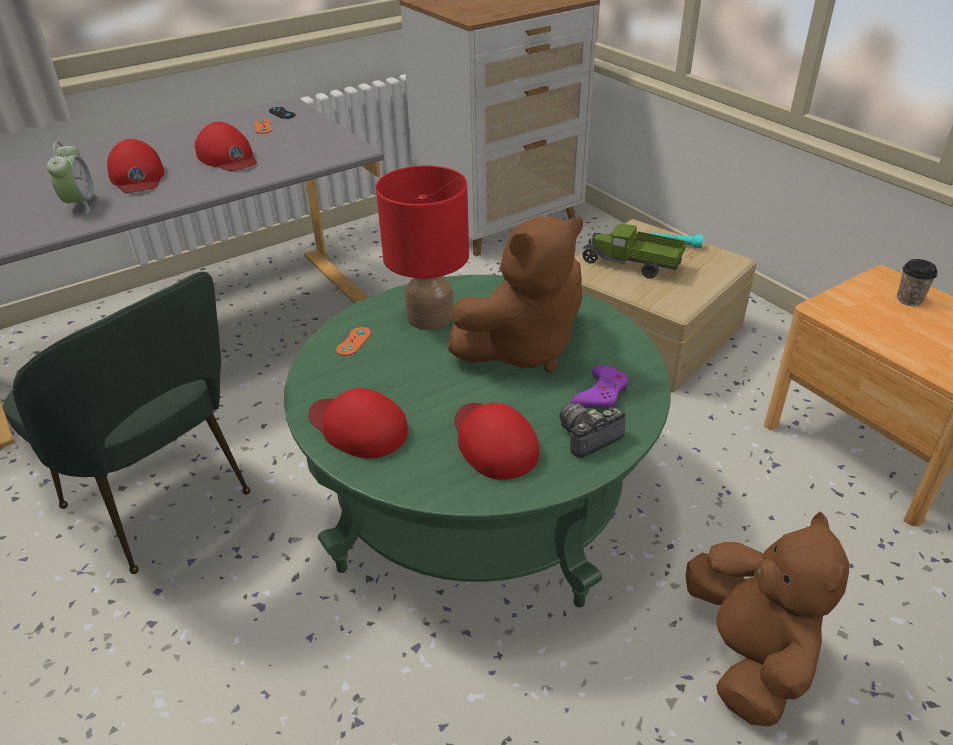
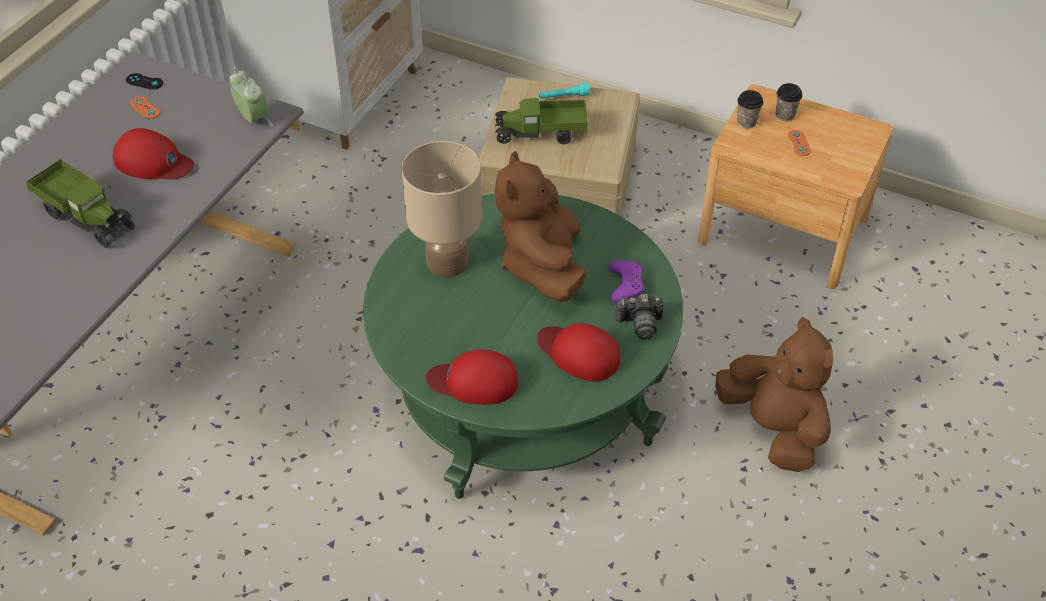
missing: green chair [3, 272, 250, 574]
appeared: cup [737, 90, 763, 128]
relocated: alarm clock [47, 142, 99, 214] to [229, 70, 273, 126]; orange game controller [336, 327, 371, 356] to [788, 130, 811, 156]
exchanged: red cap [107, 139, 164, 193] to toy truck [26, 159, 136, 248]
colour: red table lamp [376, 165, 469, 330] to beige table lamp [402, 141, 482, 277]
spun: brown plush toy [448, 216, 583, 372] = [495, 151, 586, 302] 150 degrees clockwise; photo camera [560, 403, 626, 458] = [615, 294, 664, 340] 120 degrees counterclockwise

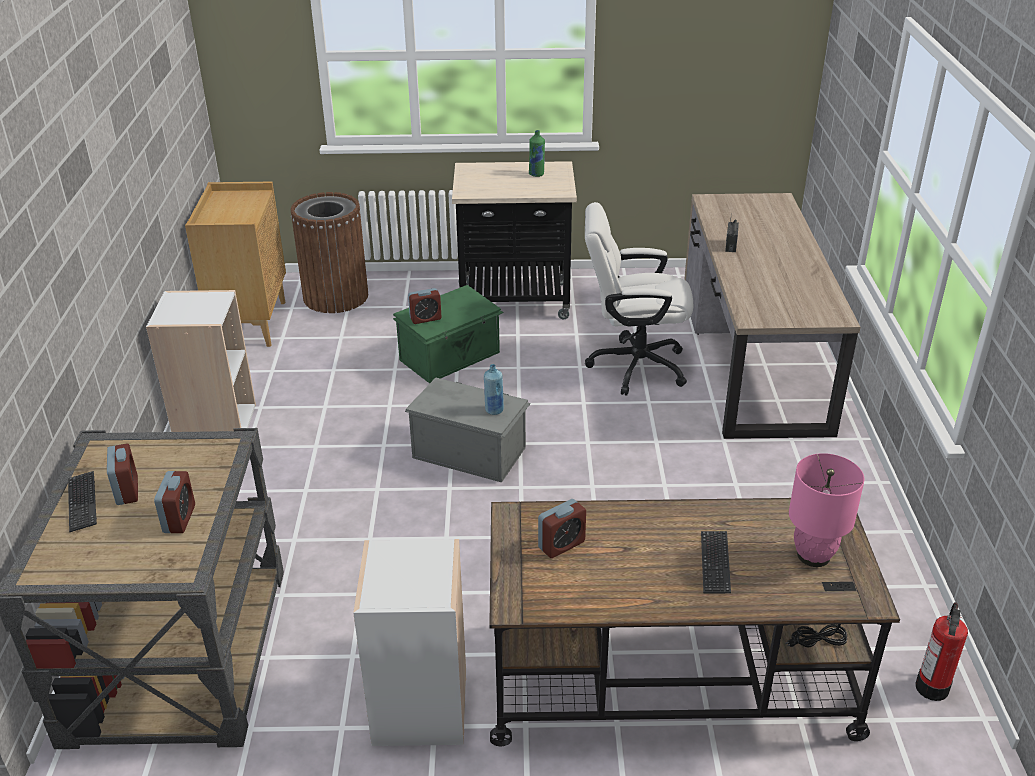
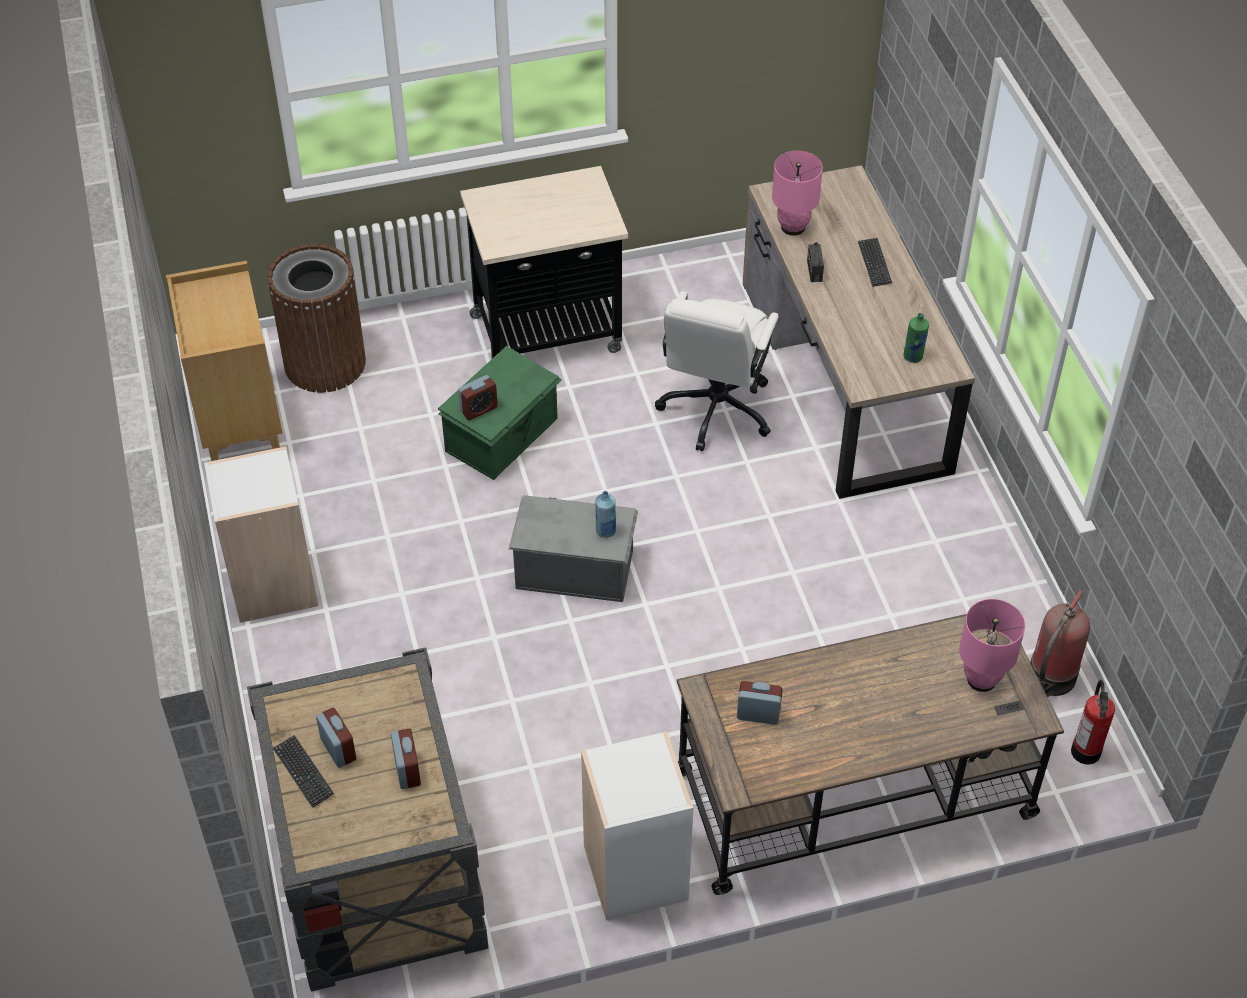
appeared: pink table lamp [772, 151, 823, 235]; fire extinguisher [1030, 590, 1090, 697]
relocated: green bottle [529, 130, 545, 177] to [904, 313, 929, 363]; keyboard [701, 531, 731, 593] to [858, 238, 892, 287]
spun: alarm clock [538, 499, 586, 558] = [737, 681, 783, 725] 120 degrees counterclockwise; white office chair [585, 202, 693, 396] = [655, 291, 779, 452] 60 degrees counterclockwise

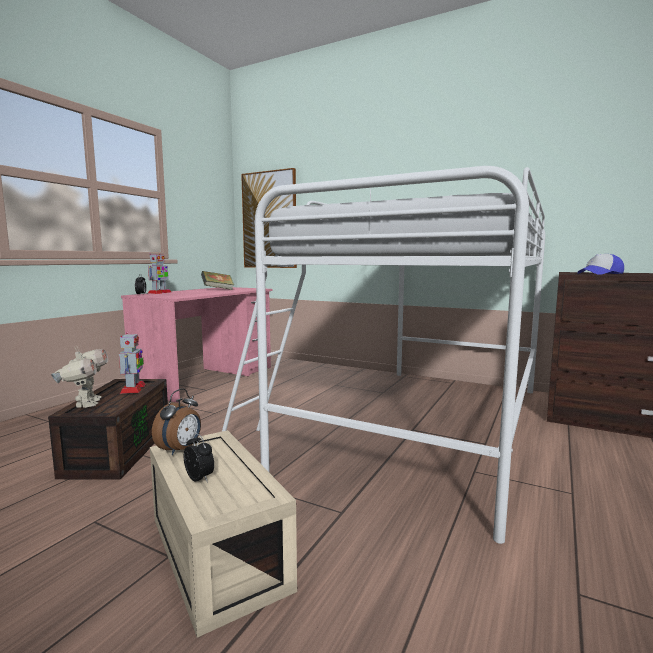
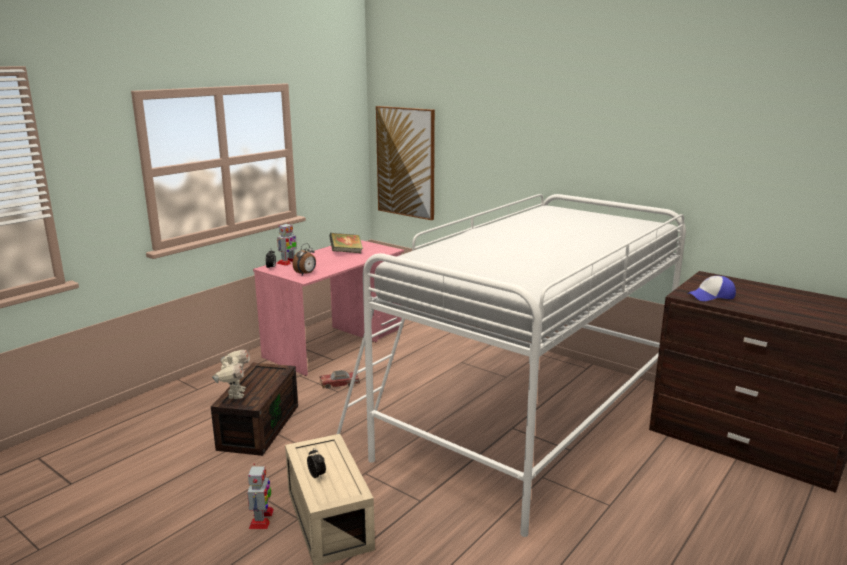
appeared: toy car [319, 370, 360, 389]
relocated: toy robot [119, 333, 146, 394] to [247, 463, 274, 529]; alarm clock [152, 389, 201, 455] to [292, 243, 316, 276]

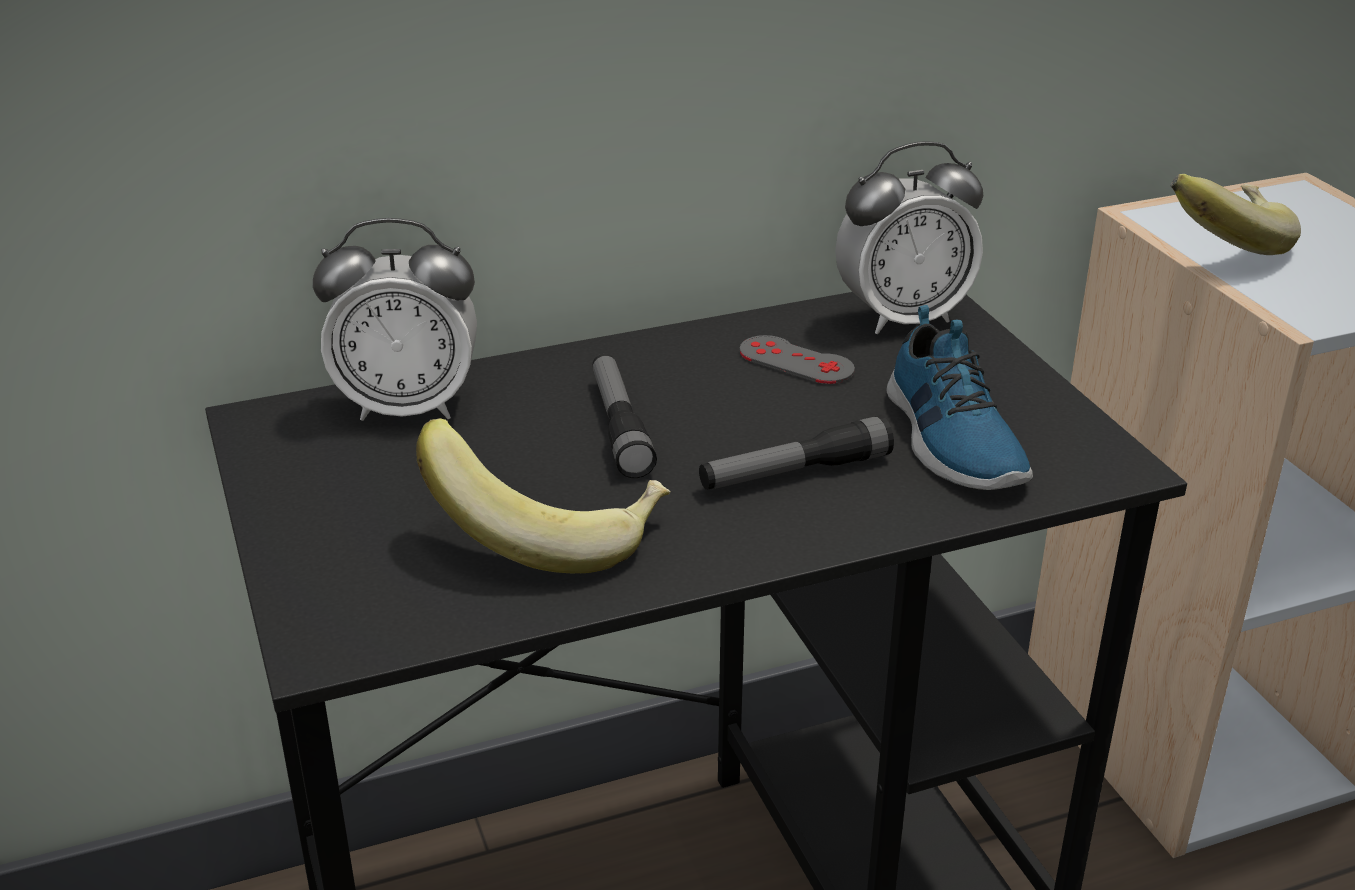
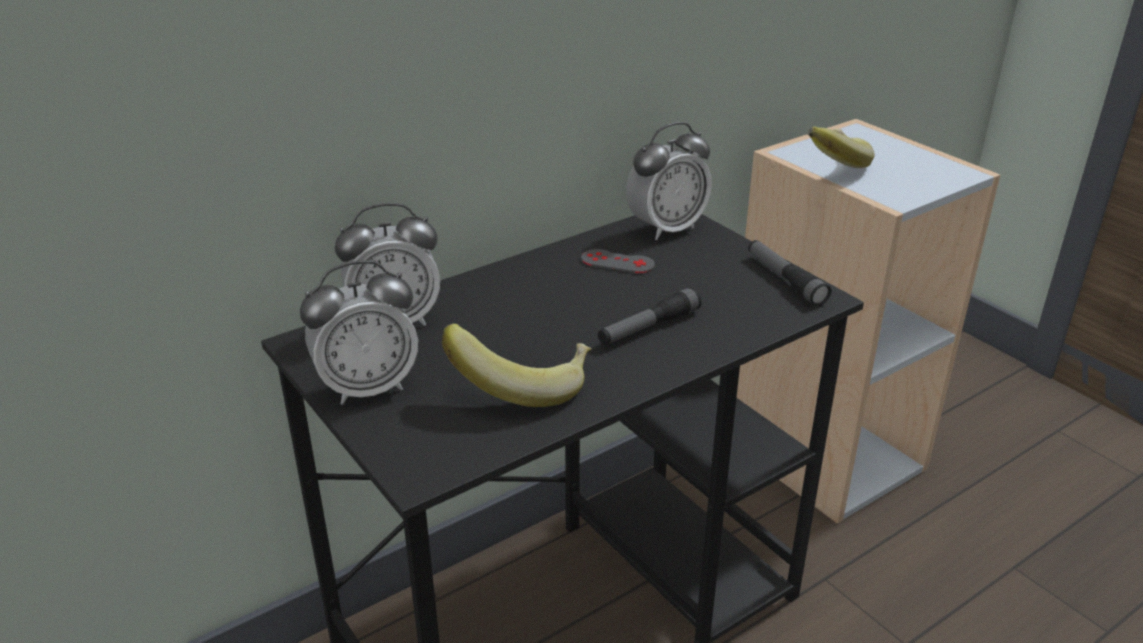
missing: shoe [887, 305, 1033, 490]
appeared: alarm clock [300, 260, 418, 405]
relocated: flashlight [593, 354, 657, 478] to [748, 240, 831, 306]

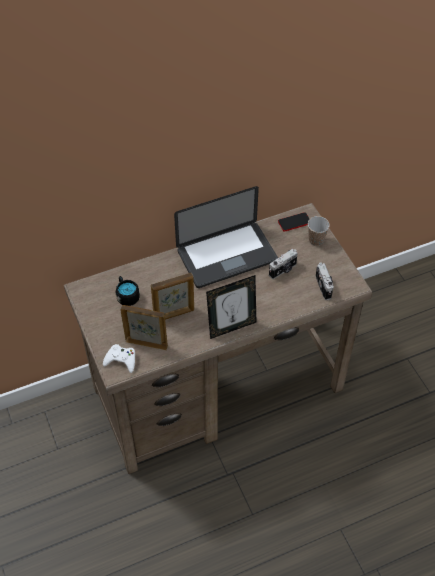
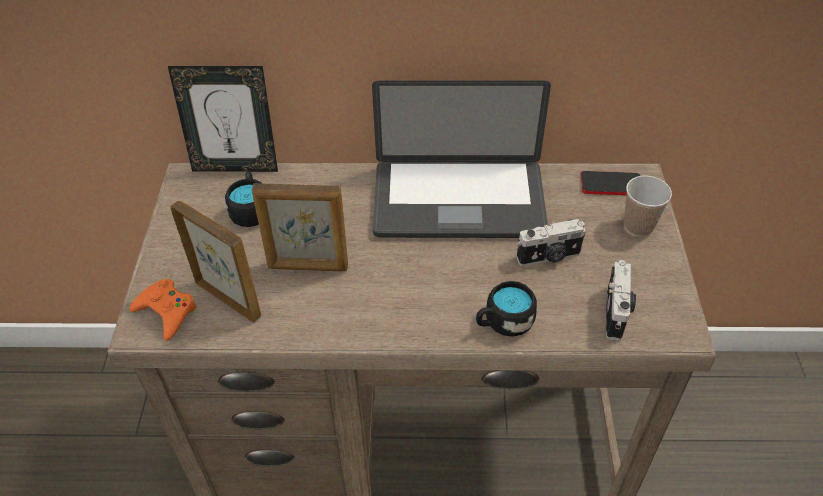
appeared: black mug [476, 281, 537, 337]
relocated: picture frame [206, 275, 257, 339] to [168, 66, 278, 172]
colour: white game controller [103, 344, 135, 373] to orange game controller [130, 279, 197, 341]

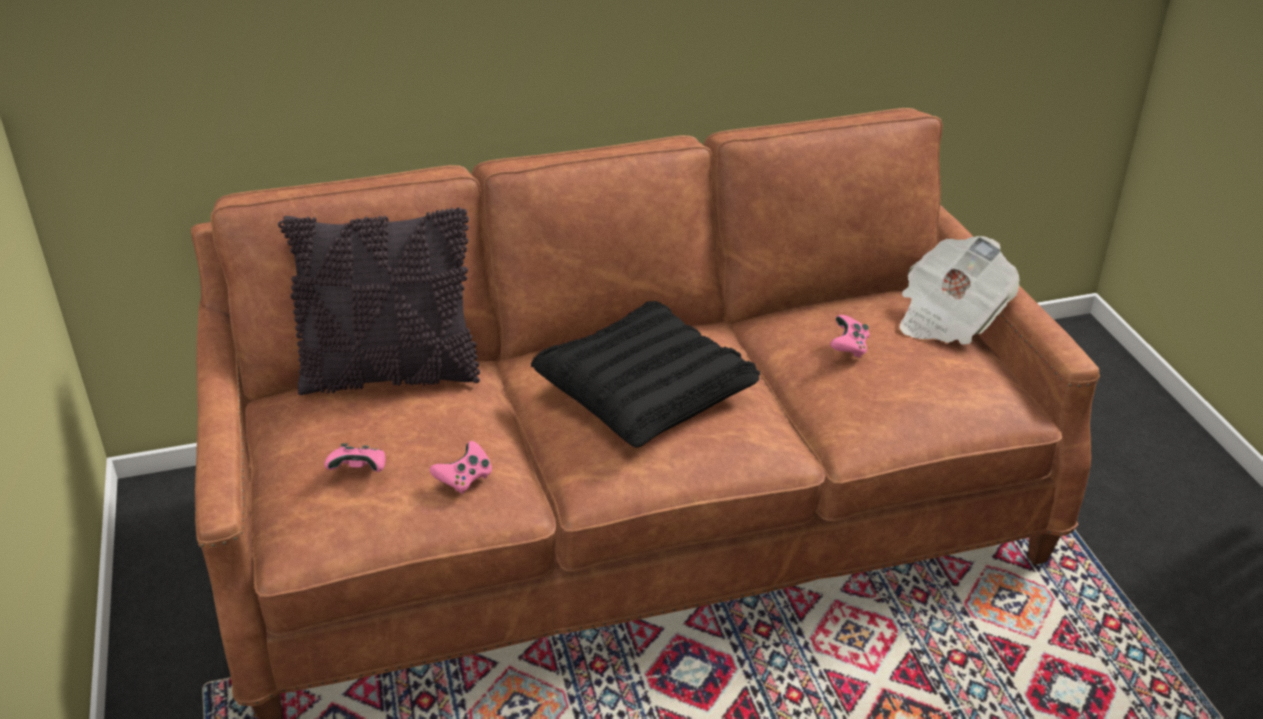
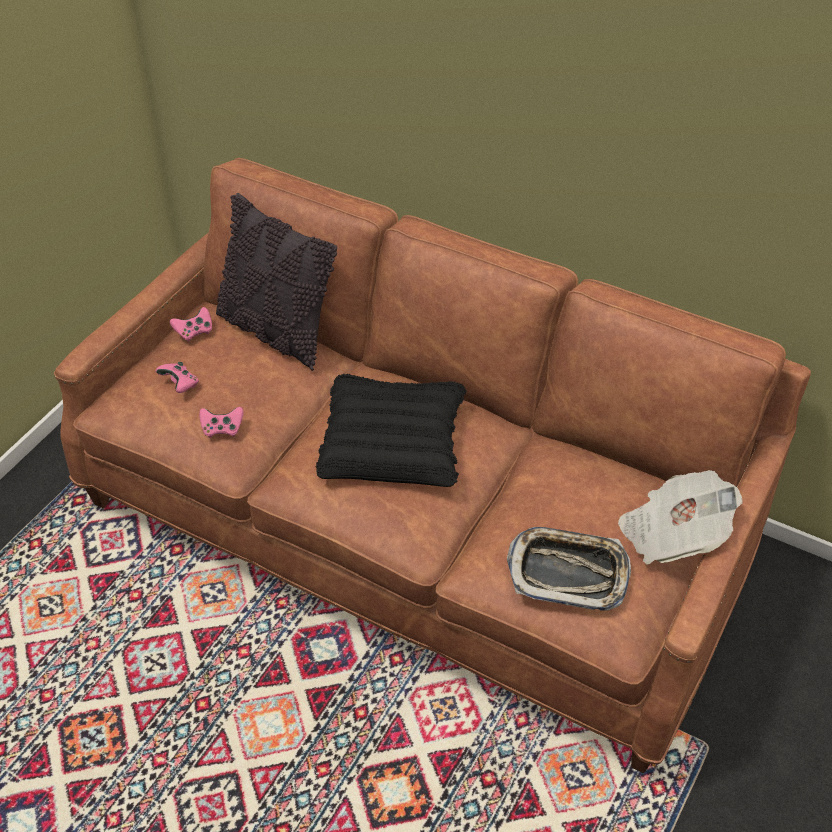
appeared: tray [507, 527, 631, 611]
relocated: pink game controller [830, 315, 870, 358] to [170, 307, 212, 342]

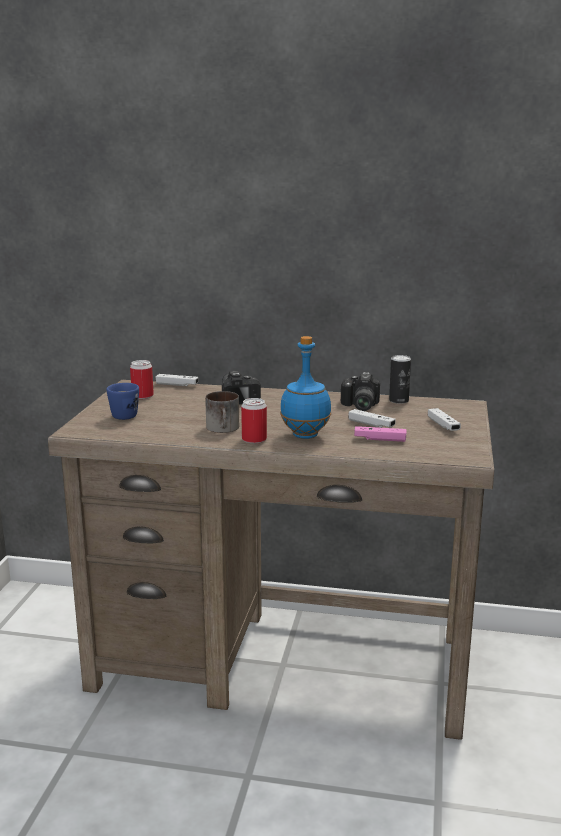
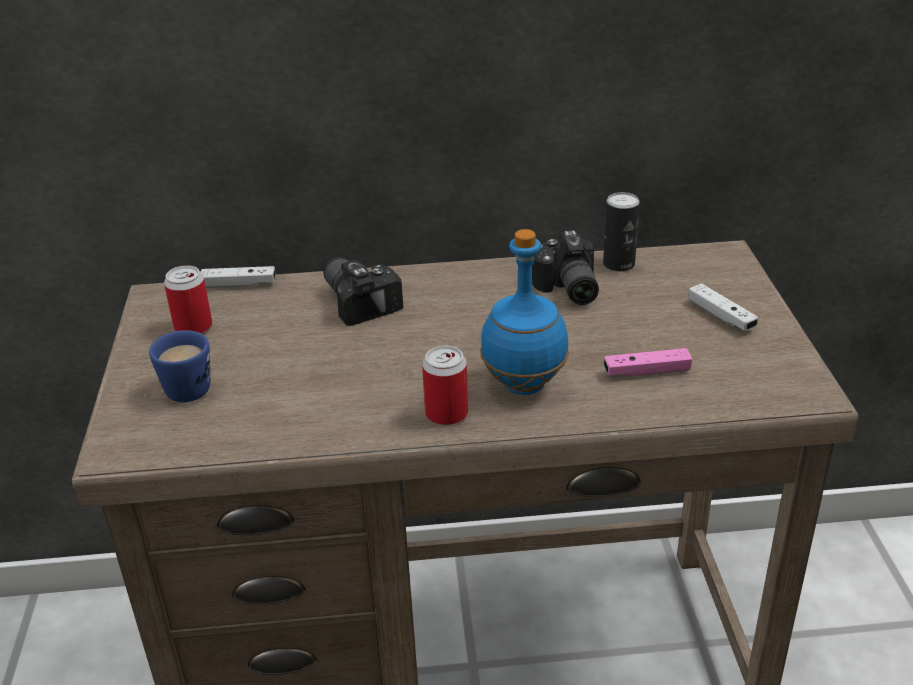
missing: mug [205, 391, 239, 433]; white game controller [349, 409, 395, 428]

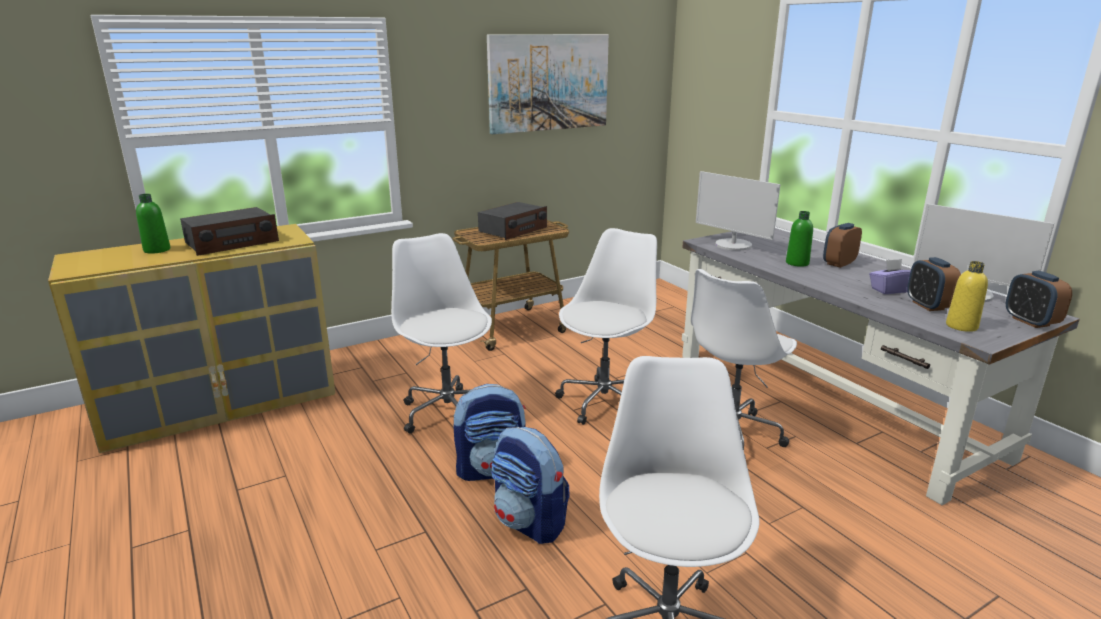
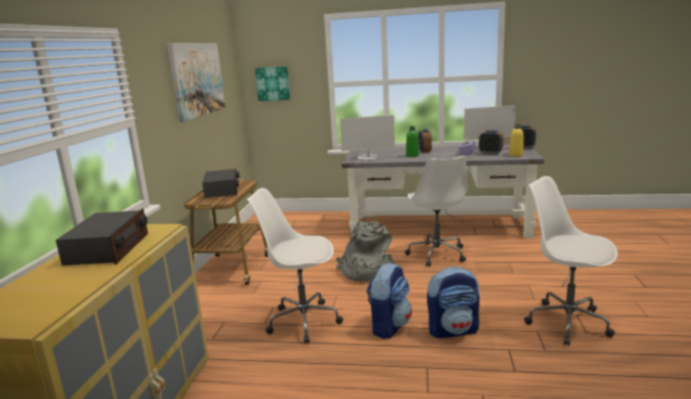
missing: green bottle [136, 194, 170, 254]
appeared: picture [255, 66, 290, 101]
exchanged: white office chair [555, 228, 657, 425] to grey backpack [336, 215, 395, 281]

